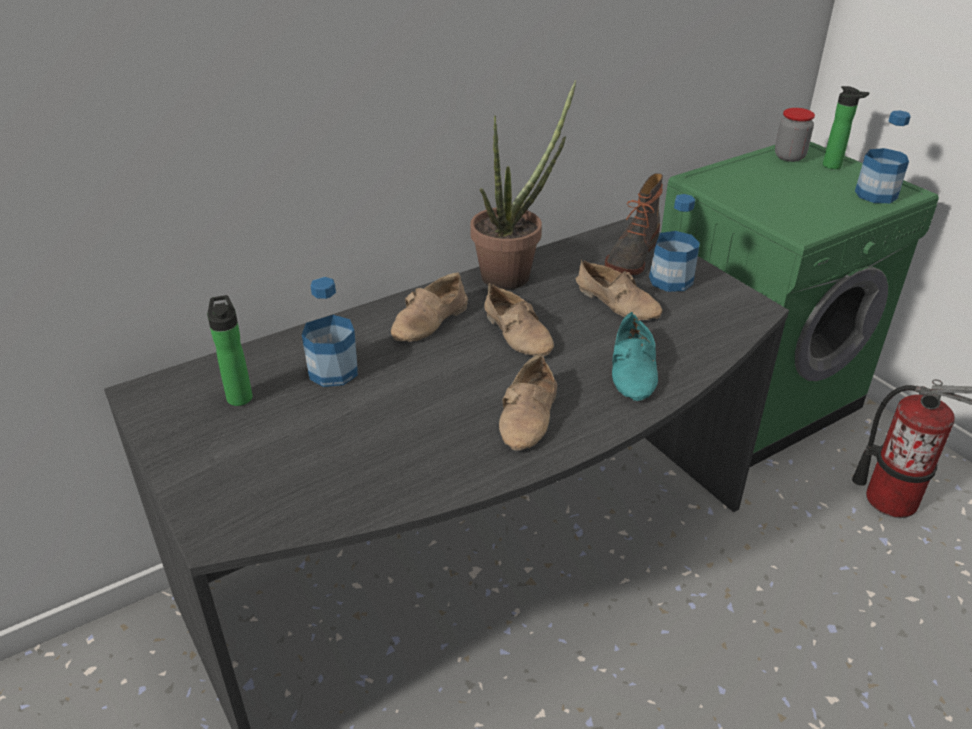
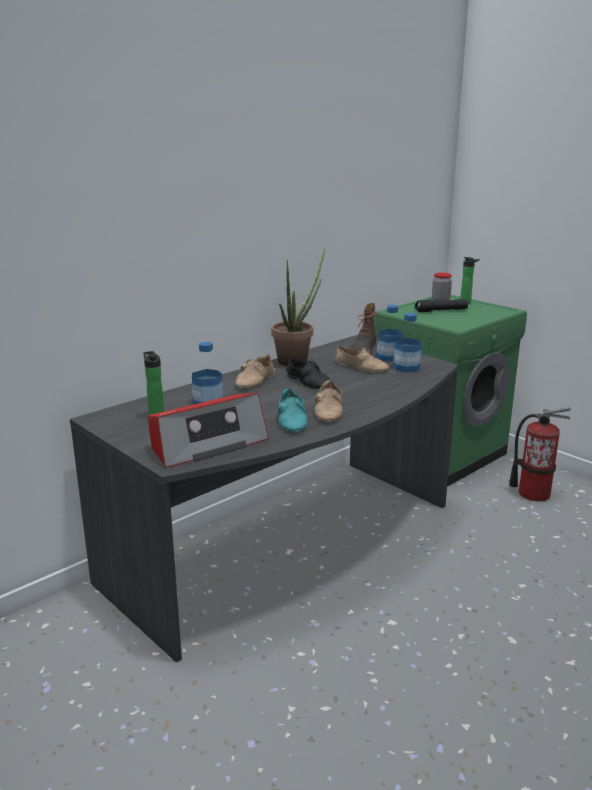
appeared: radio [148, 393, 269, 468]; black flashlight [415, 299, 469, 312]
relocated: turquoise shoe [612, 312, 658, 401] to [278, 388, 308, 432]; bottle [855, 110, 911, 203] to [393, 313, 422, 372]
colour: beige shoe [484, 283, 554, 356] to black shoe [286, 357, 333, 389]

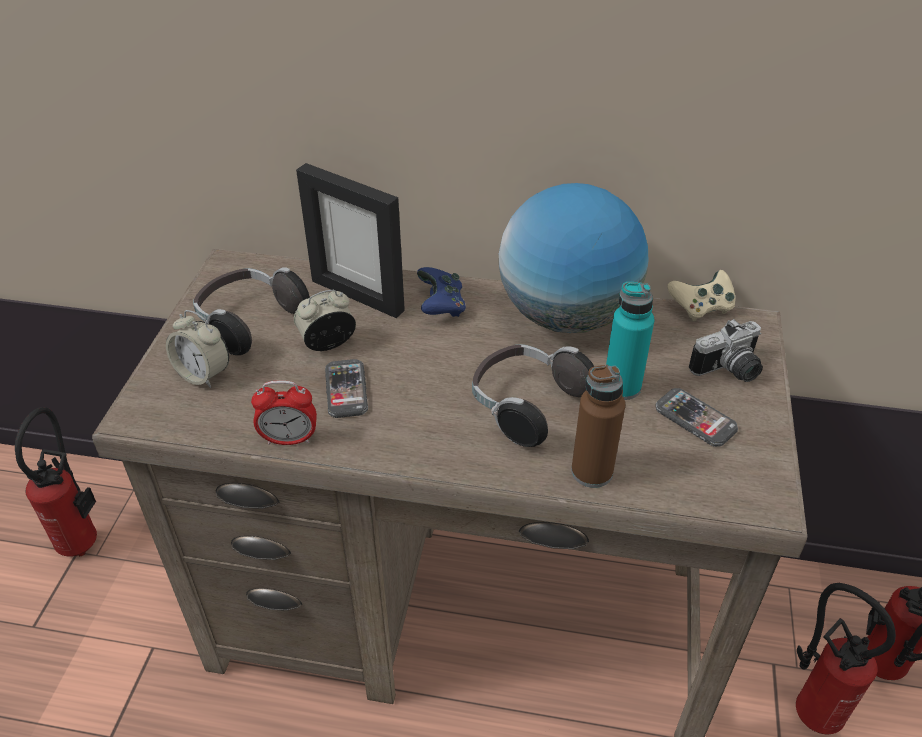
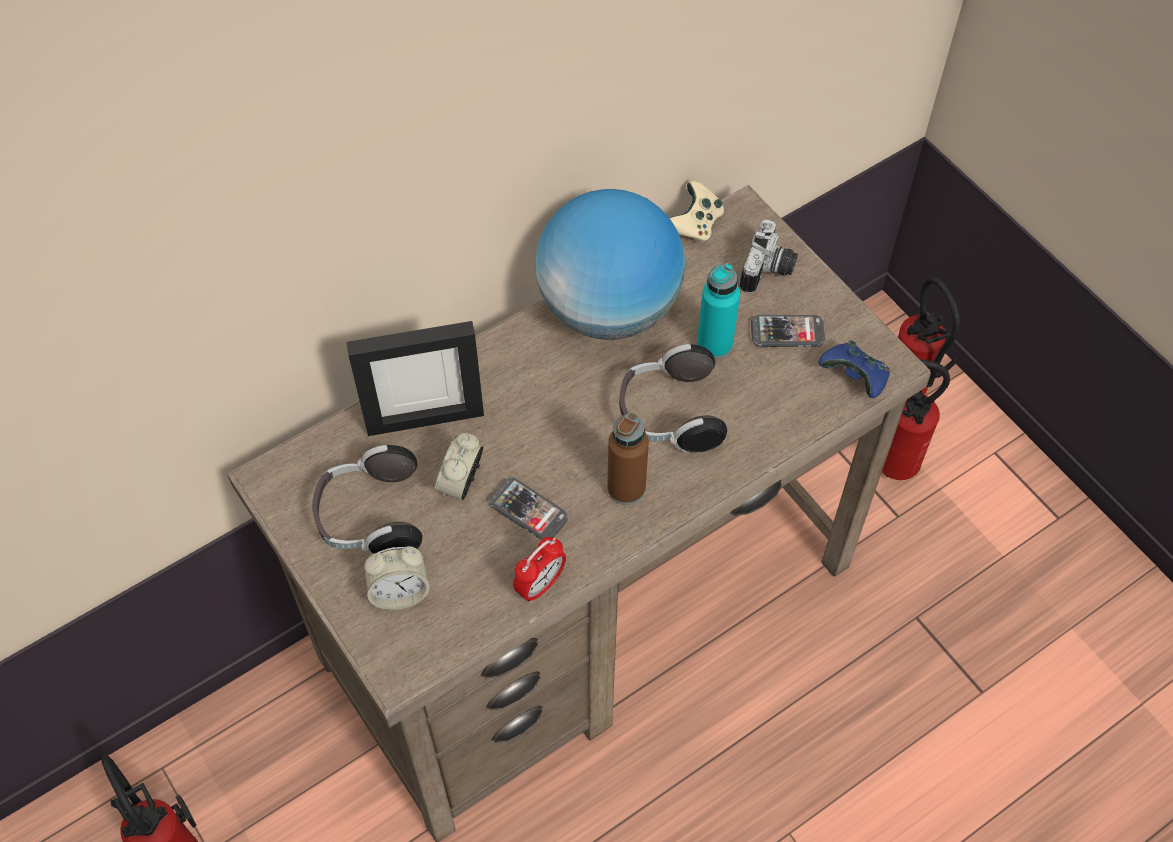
relocated: blue game controller [417, 267, 466, 317] to [818, 340, 890, 398]; brown bottle [571, 365, 625, 488] to [607, 412, 649, 505]

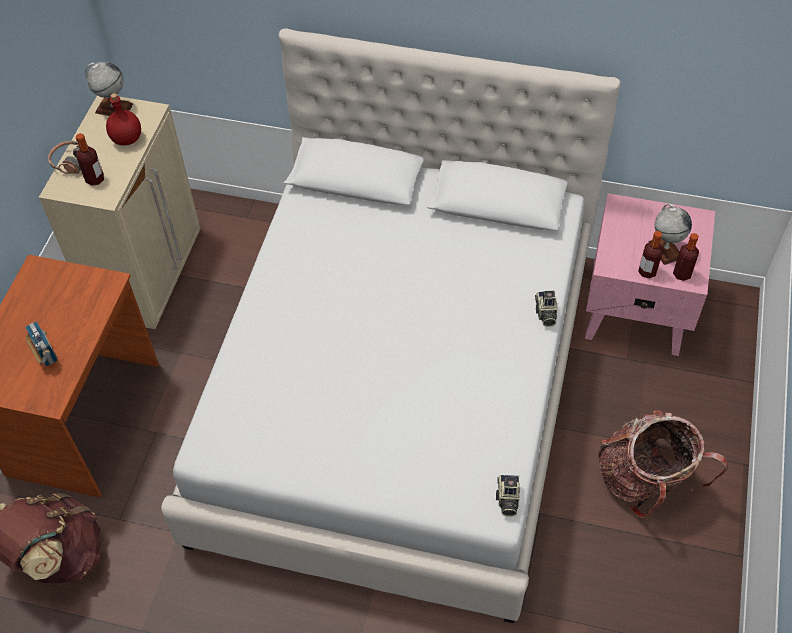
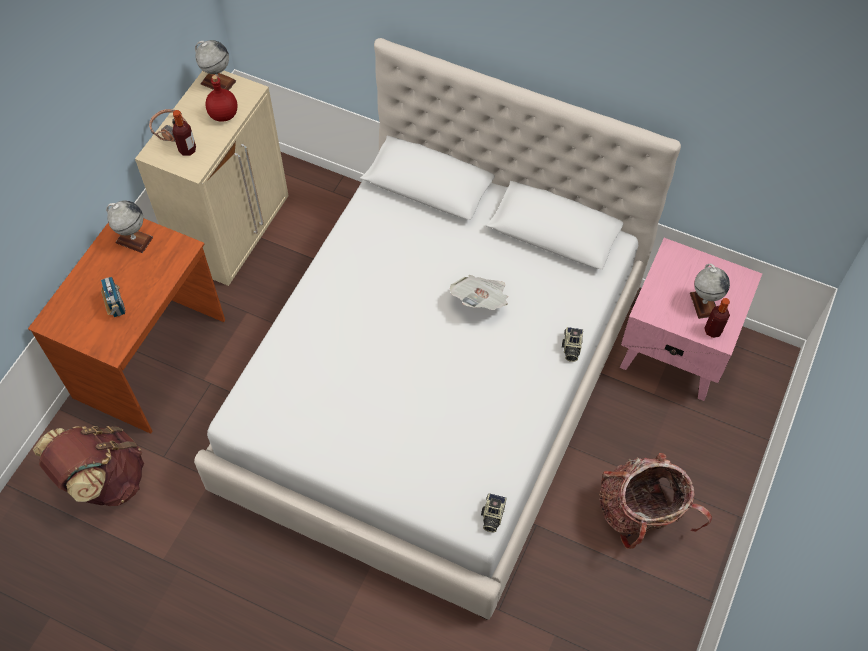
missing: bottle [638, 231, 663, 279]
appeared: globe [106, 201, 153, 253]; newspaper [450, 275, 508, 310]

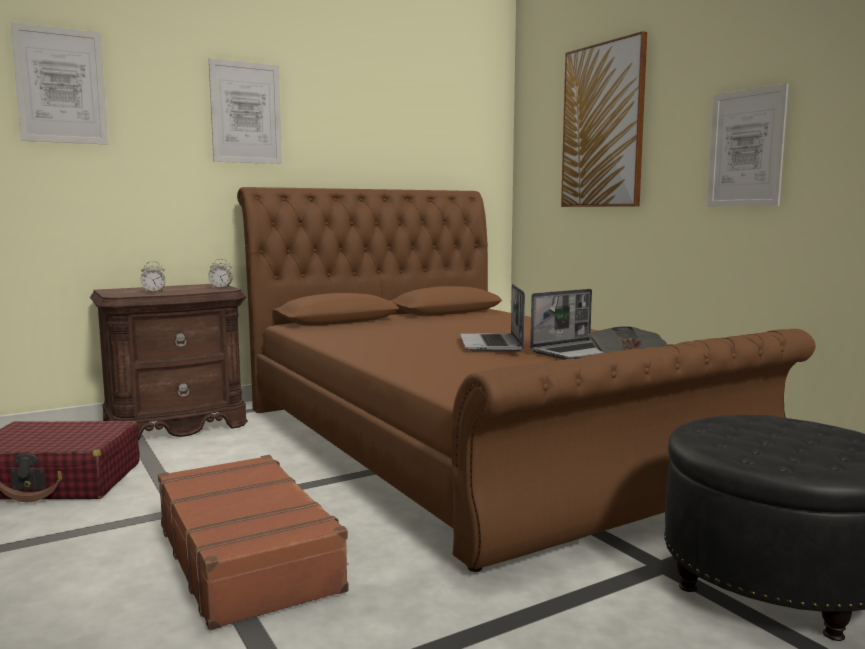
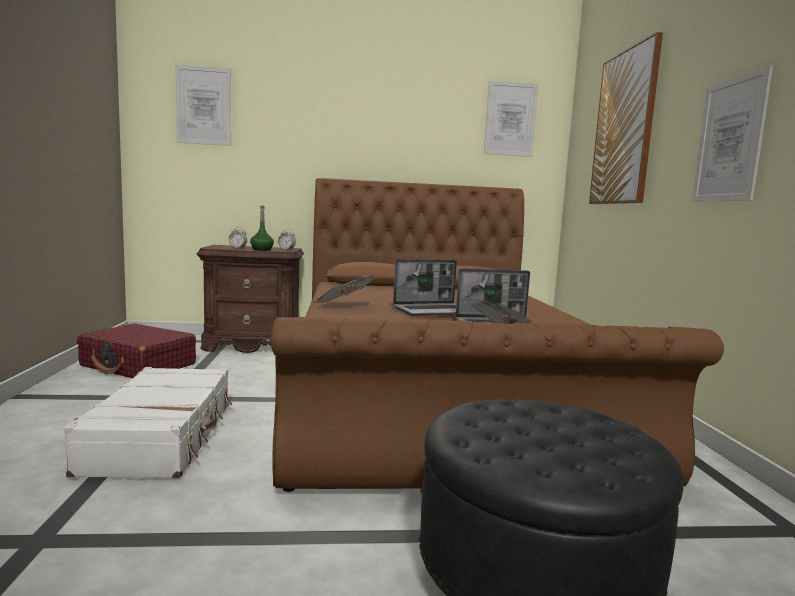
appeared: green bottle [250, 206, 274, 251]; newspaper [313, 275, 375, 303]
relocated: picture [209, 58, 282, 164] to [484, 80, 539, 157]
colour: brown suitcase [158, 455, 349, 630] to white suitcase [64, 367, 232, 478]
spun: laptop [460, 284, 525, 352] = [393, 259, 457, 316] 135 degrees counterclockwise

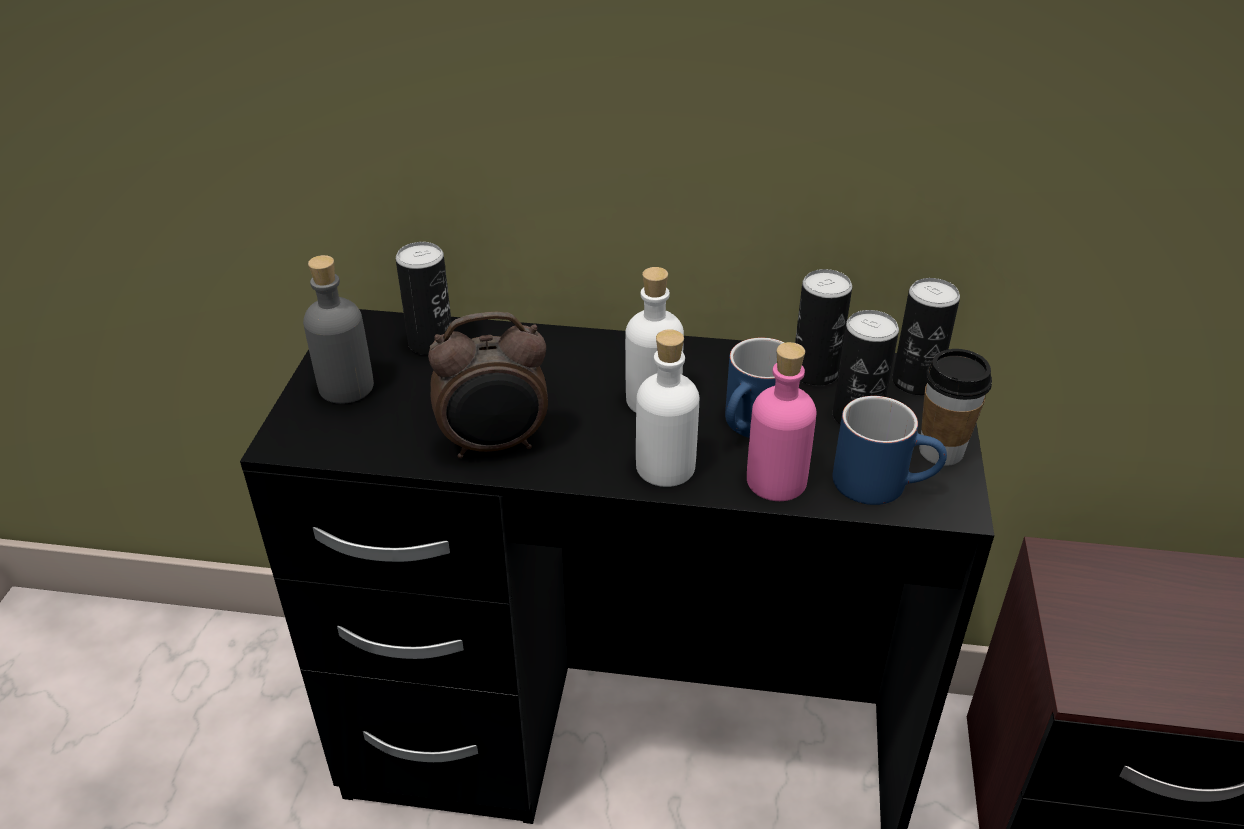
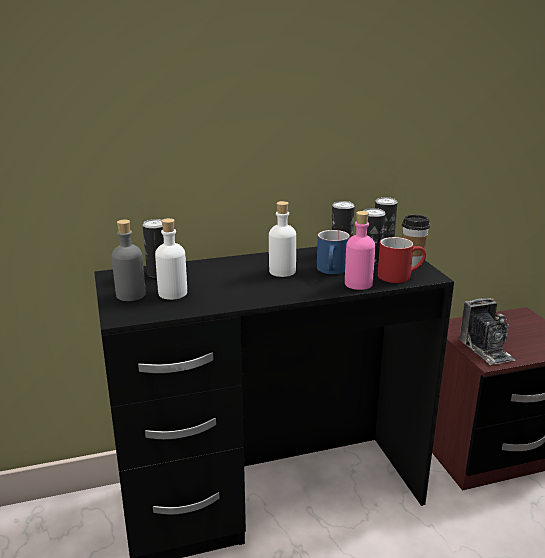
missing: alarm clock [428, 312, 548, 458]
appeared: photo camera [459, 298, 515, 365]
relocated: white bottle [636, 329, 699, 487] to [155, 218, 187, 300]
colour: blue mug [833, 396, 947, 505] to red mug [378, 237, 426, 283]

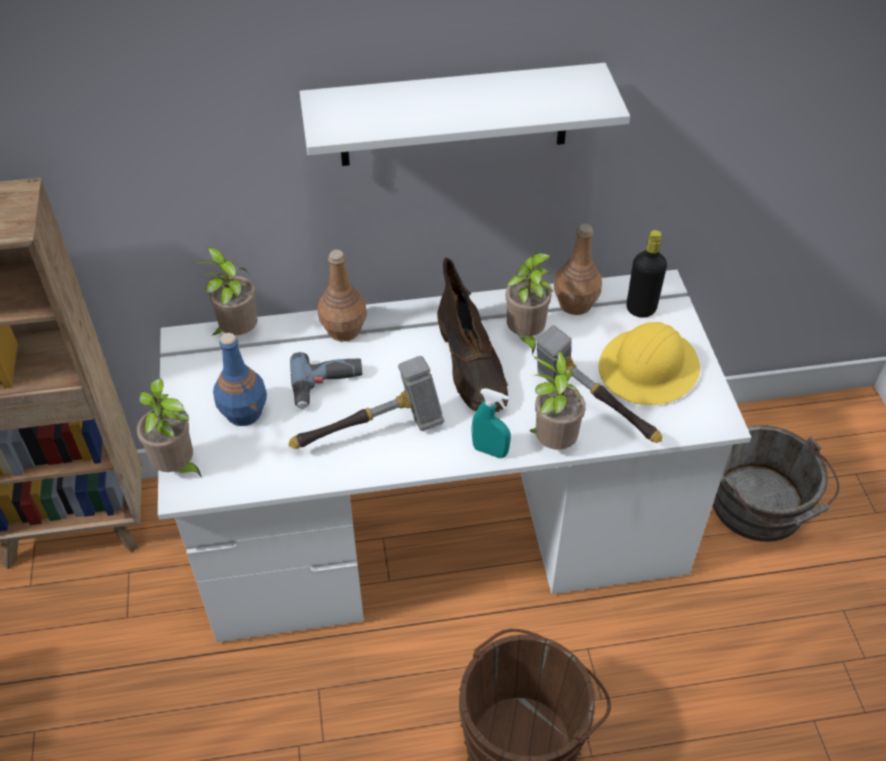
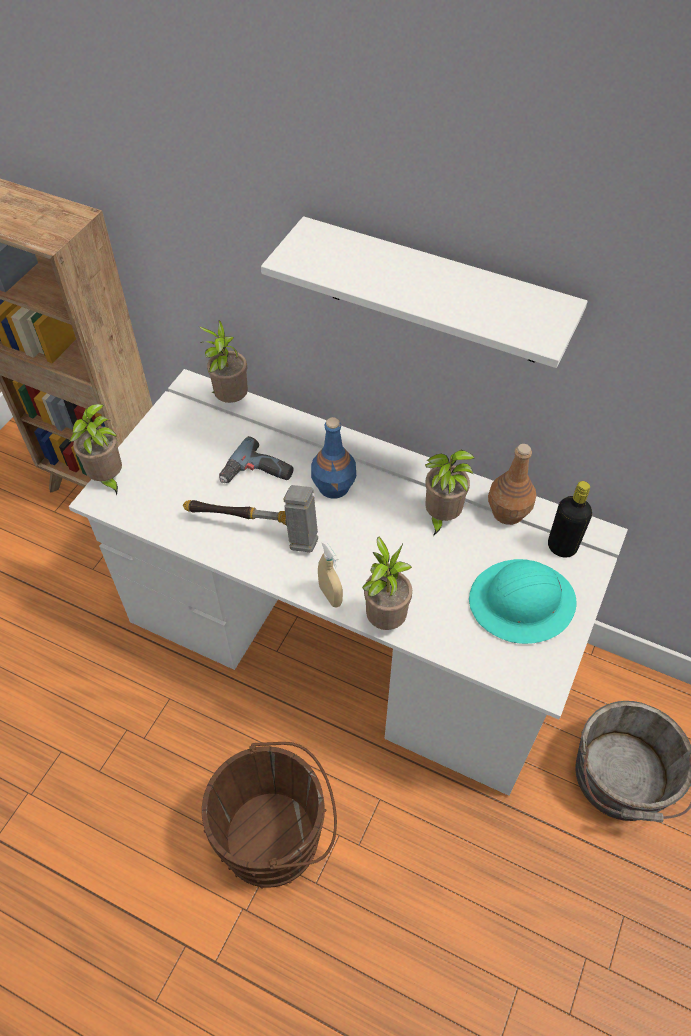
missing: brown bottle [318, 250, 367, 342]; brown boot [437, 258, 508, 412]; hammer [537, 325, 662, 443]
relocated: blue bottle [213, 333, 267, 426] to [311, 417, 356, 499]
colour: turquoise spray bottle [472, 388, 511, 458] to beige spray bottle [318, 541, 343, 608]; yellow hard hat [599, 322, 700, 405] to turquoise hard hat [469, 559, 577, 644]

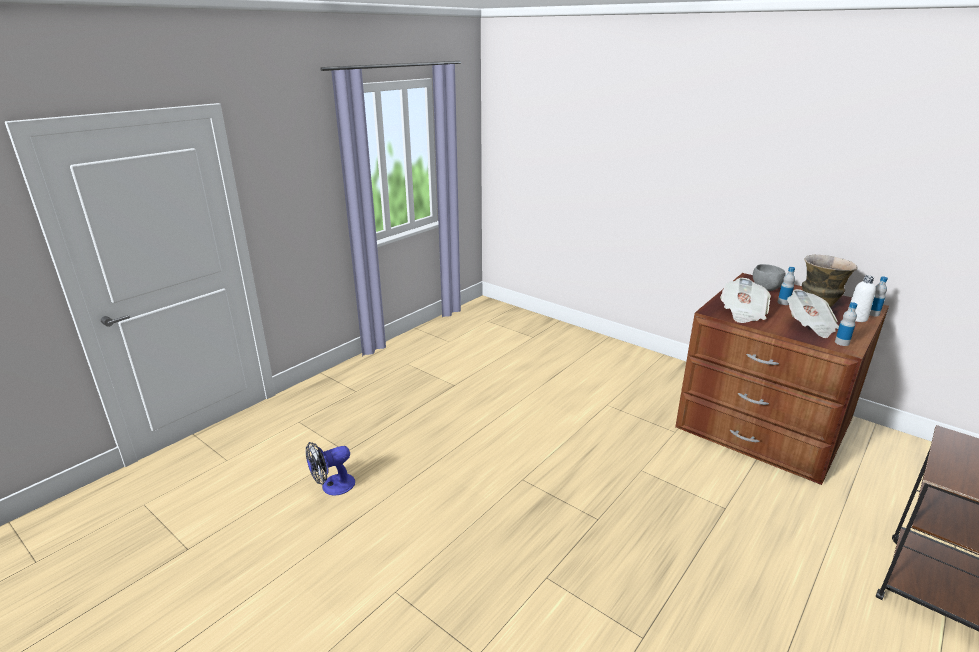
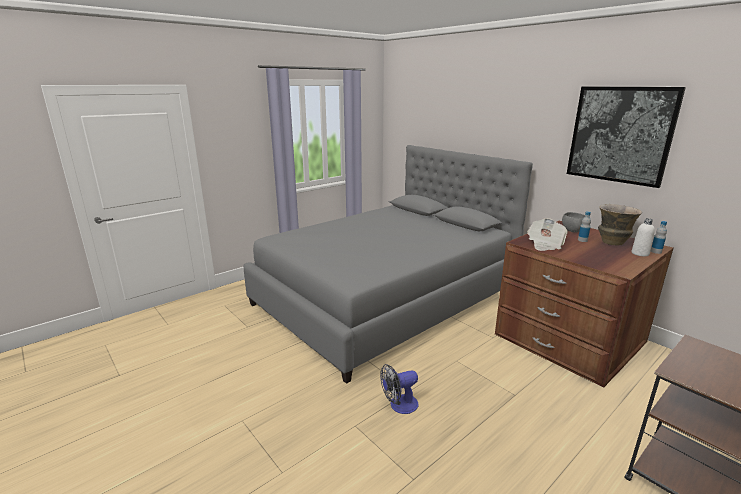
missing: newspaper [787, 289, 839, 338]; bottle [835, 302, 858, 346]
appeared: grey bed [244, 145, 533, 384]; picture [567, 87, 686, 188]
relocated: fan [306, 442, 355, 496] to [380, 364, 418, 414]

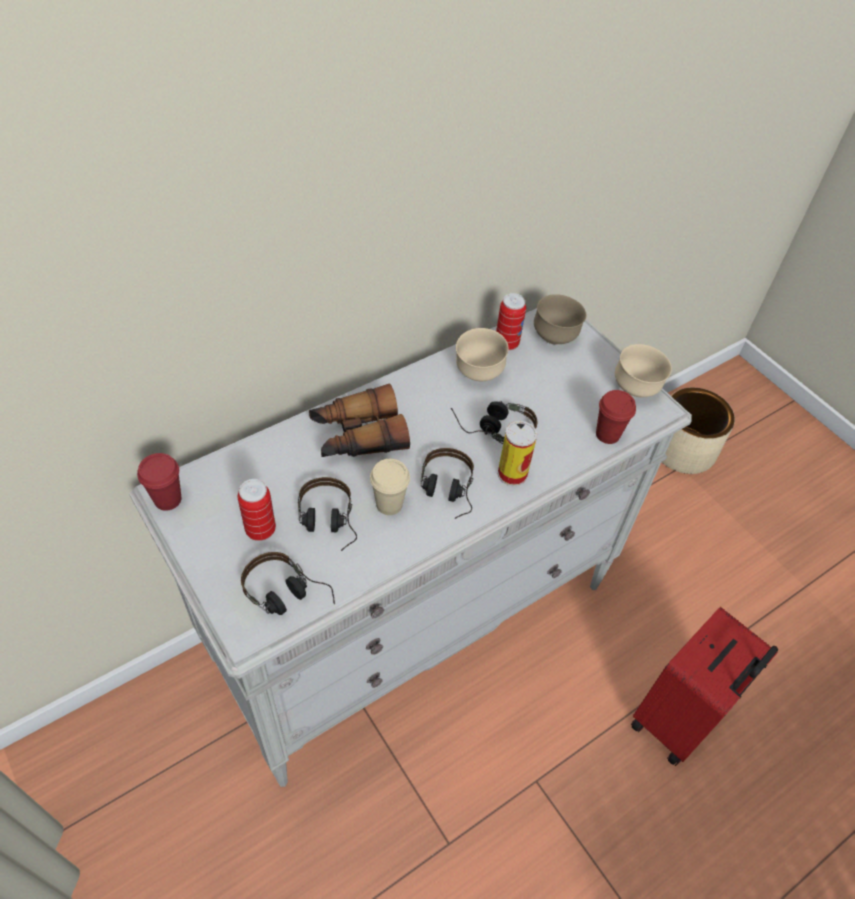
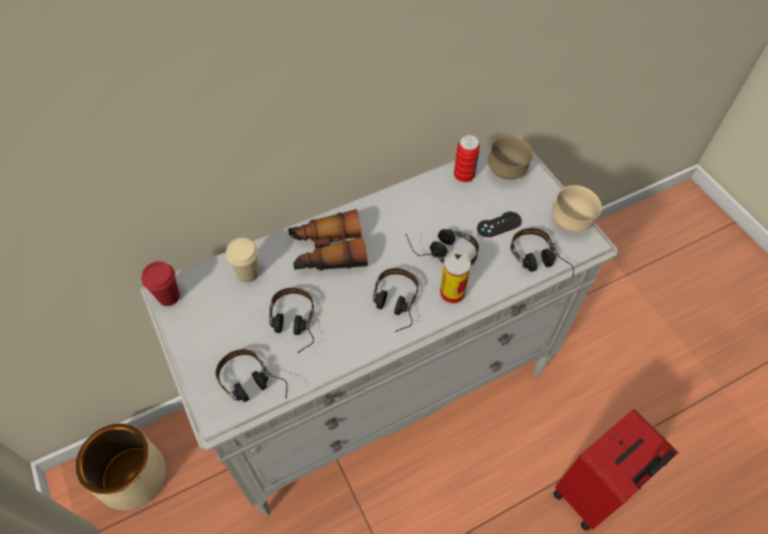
missing: can [238, 479, 276, 541]; beige bowl [456, 328, 509, 381]
appeared: black game controller [477, 212, 522, 238]
relocated: beige cup [370, 459, 410, 515] to [226, 238, 259, 282]; beige planter [662, 387, 735, 474] to [75, 423, 166, 510]
exchanged: red cup [596, 390, 636, 444] to headphones [511, 228, 574, 276]

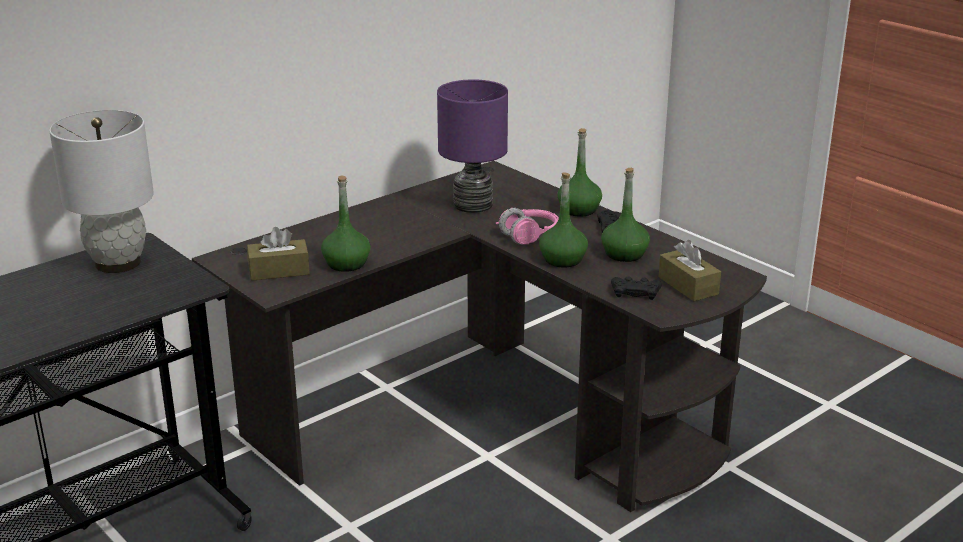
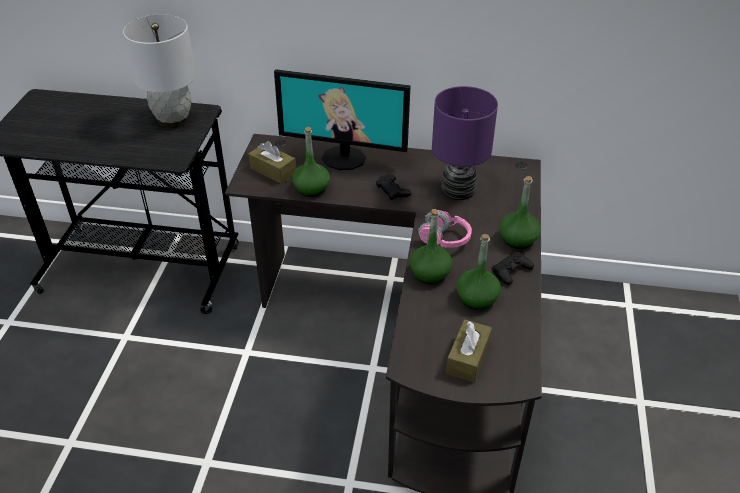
appeared: monitor [274, 69, 411, 170]
relocated: black game controller [611, 276, 662, 300] to [376, 174, 412, 200]

